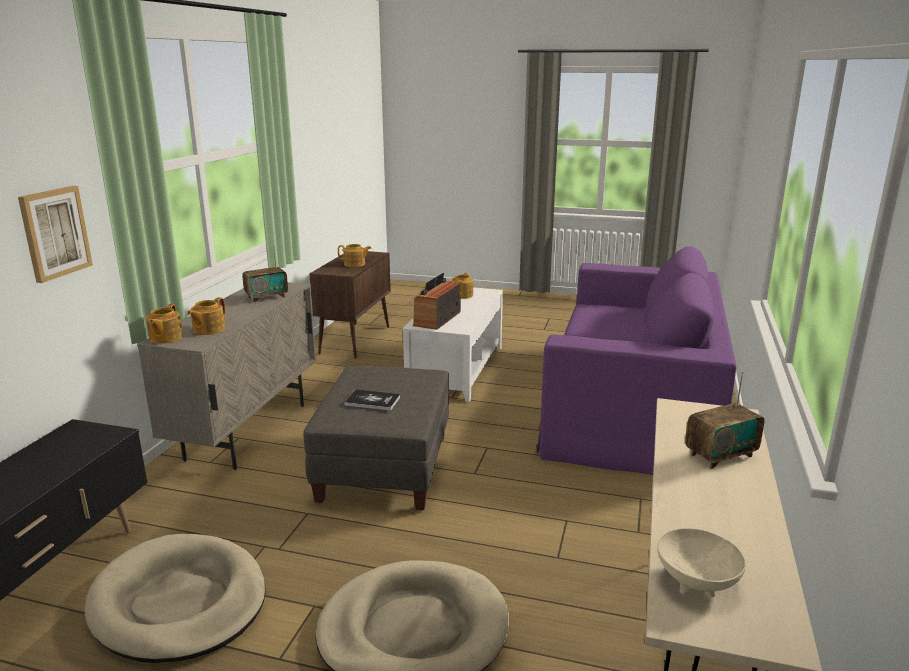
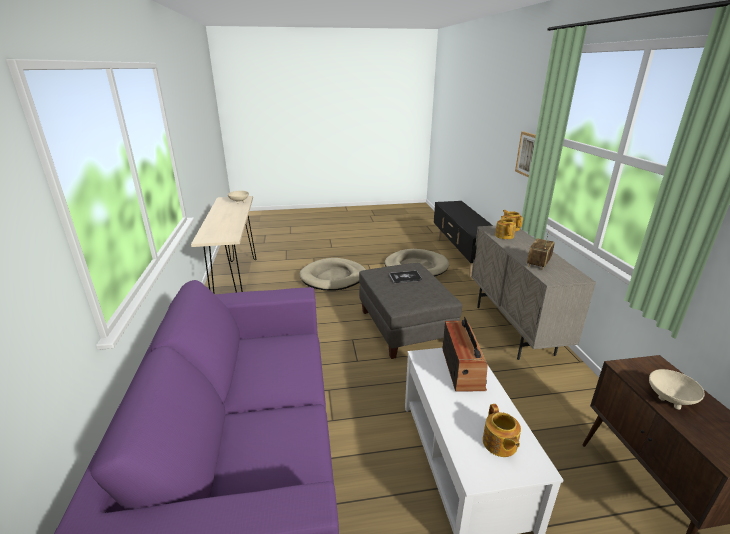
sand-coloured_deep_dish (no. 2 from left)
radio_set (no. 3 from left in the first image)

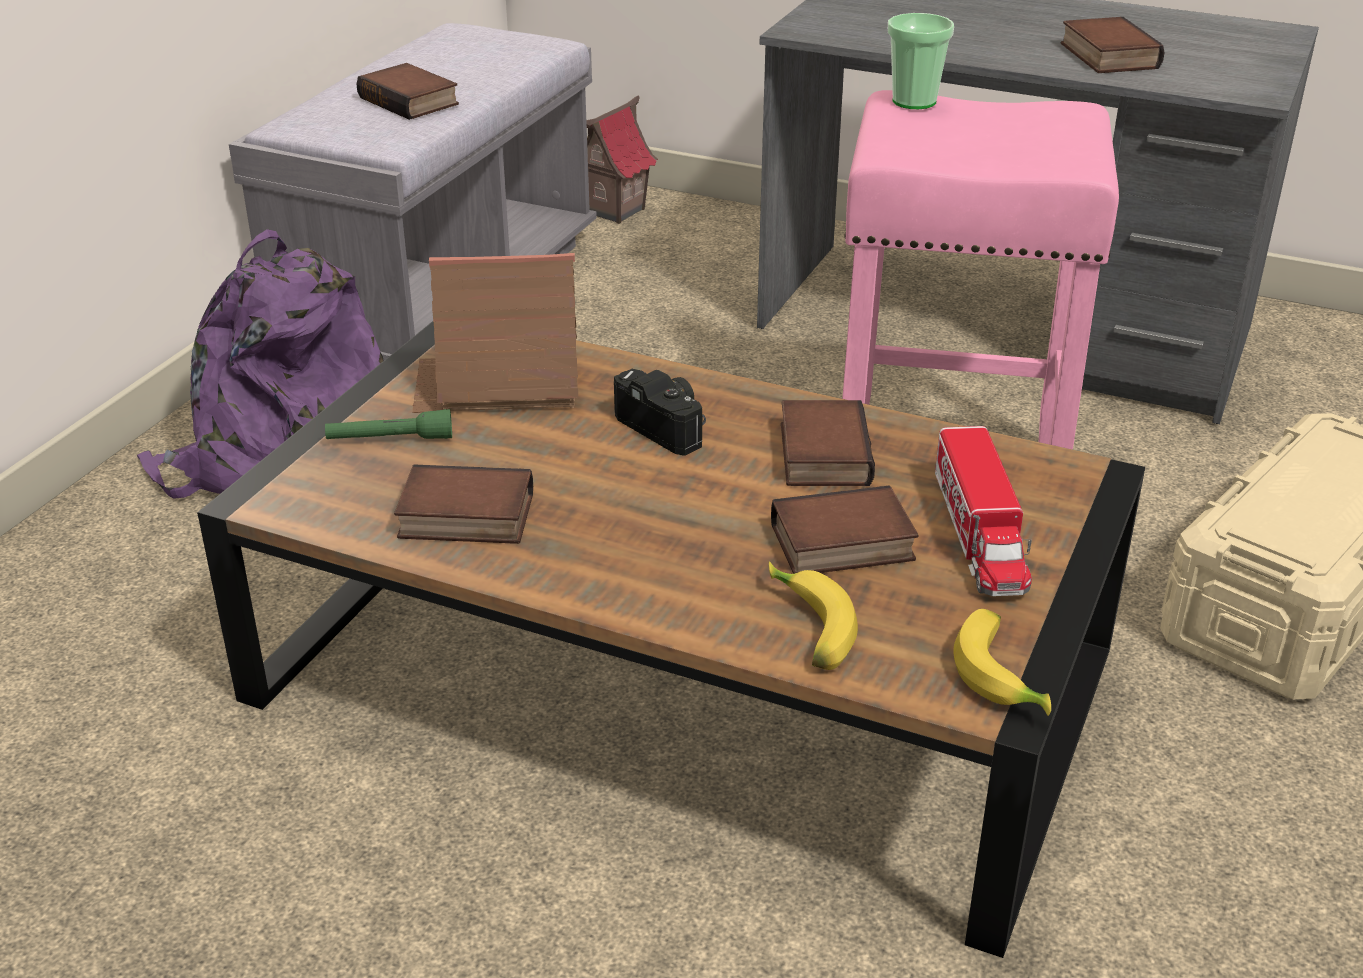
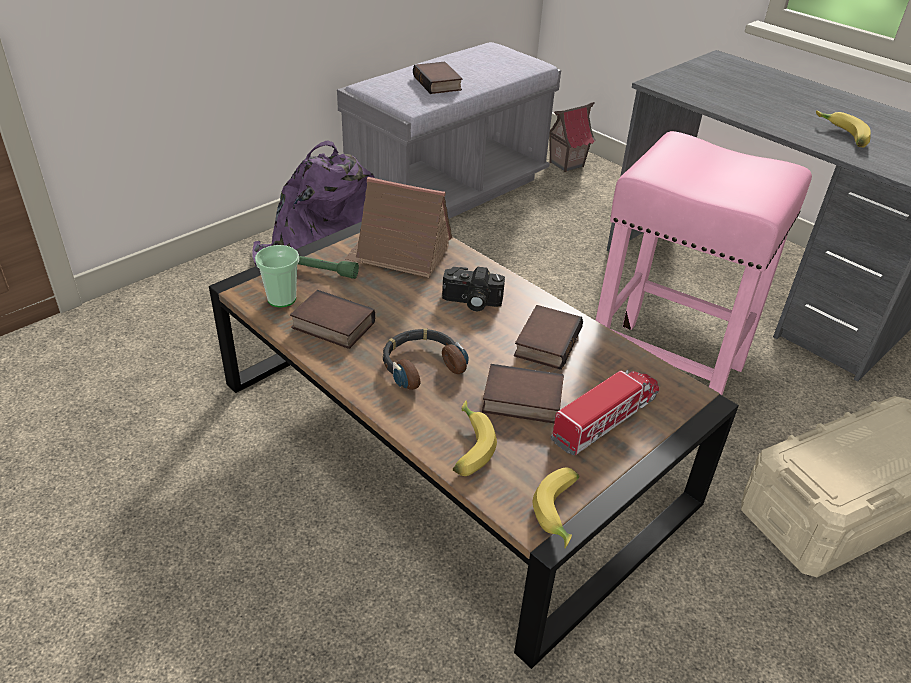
photo_camera
drinking_cup
toy_truck
banana_fruit (no. 3 from left)
headphones

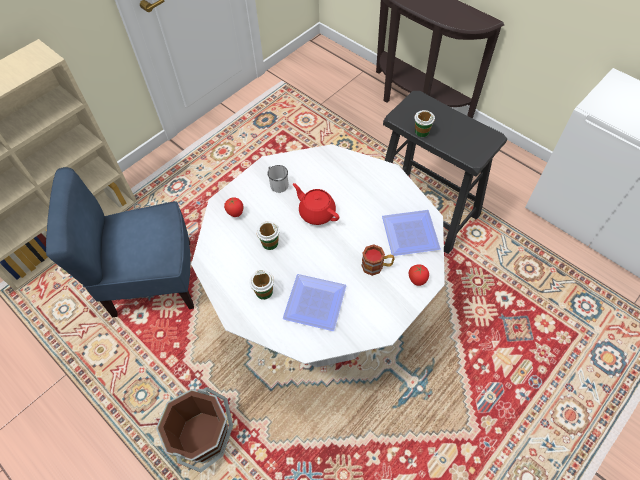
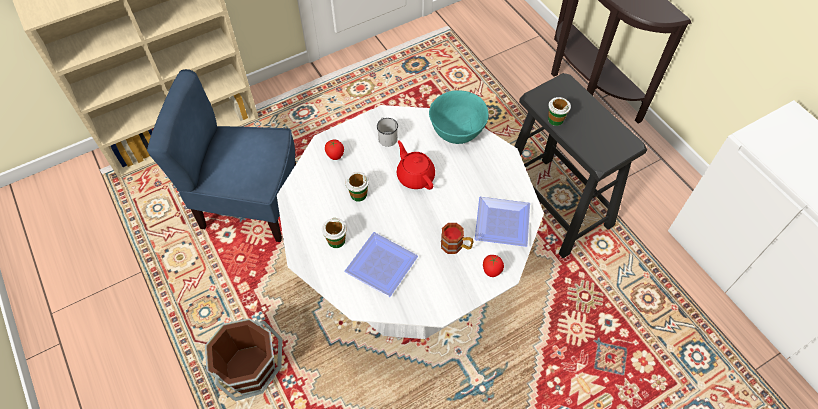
turquoise_deep_dish

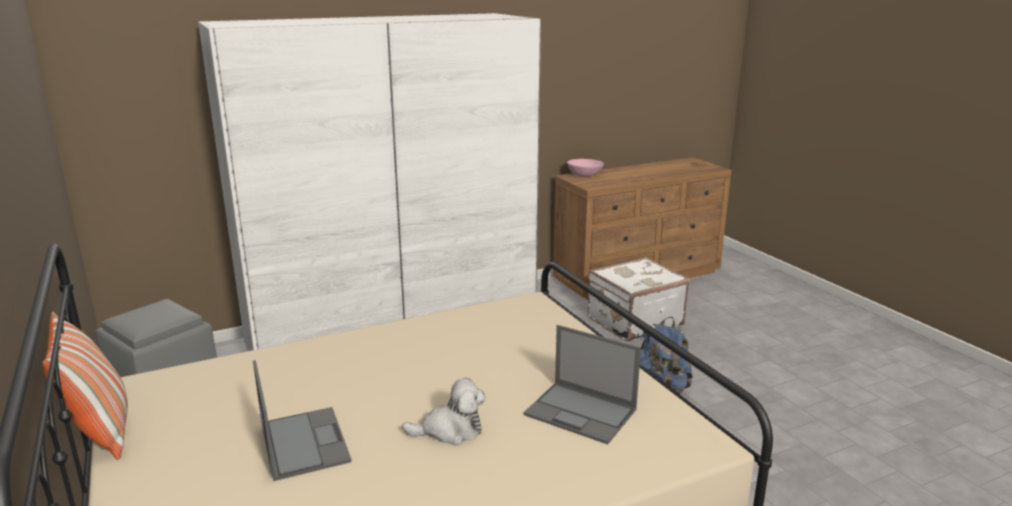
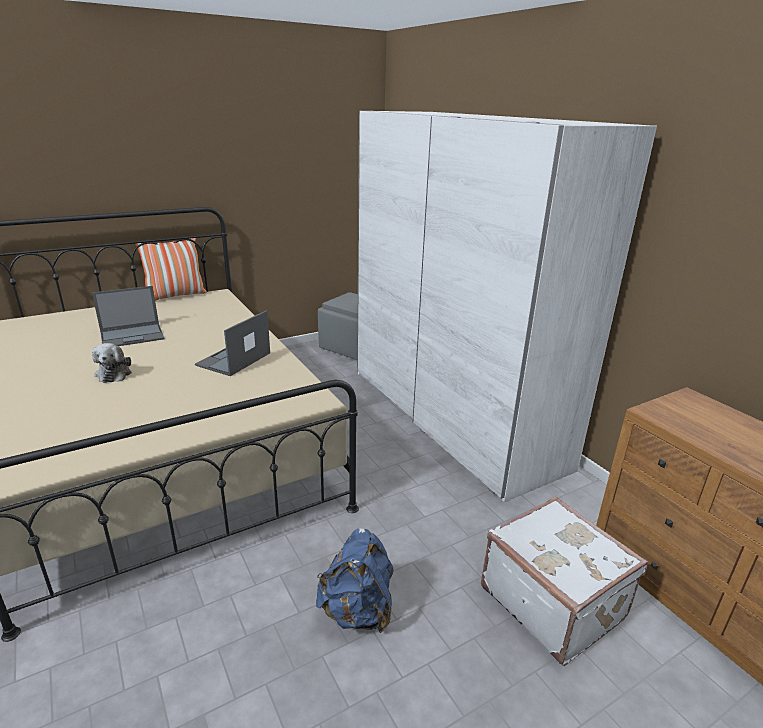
notebook_computer (no. 2 from left)
pink_deep_dish

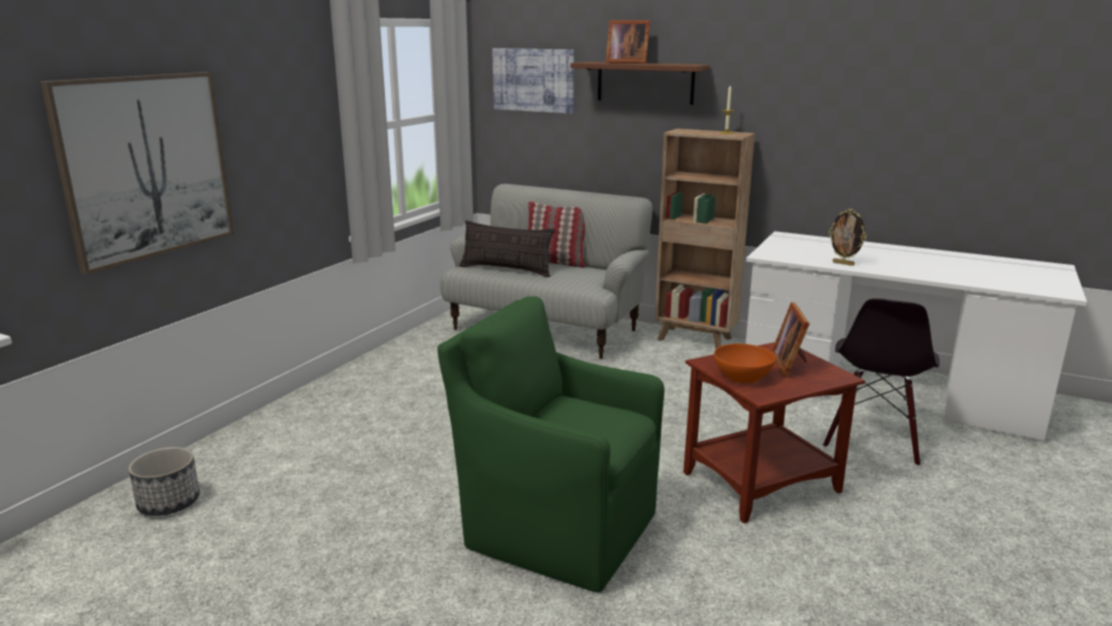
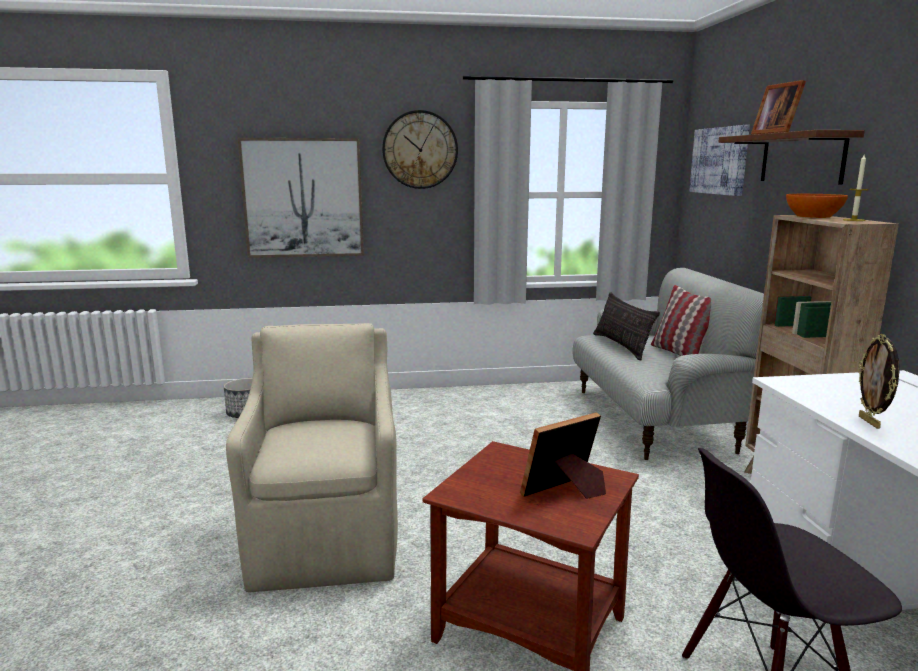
sand-coloured_lounge_chair
orangey_deep_dish
clock_on_the_wall

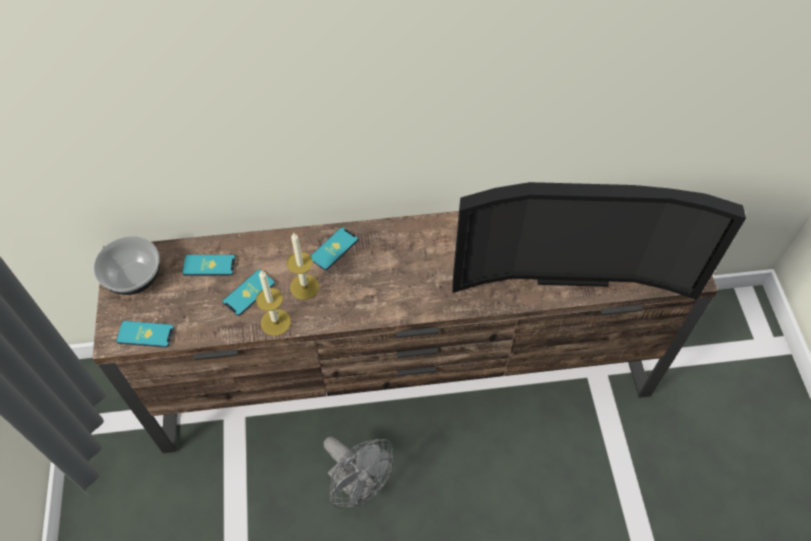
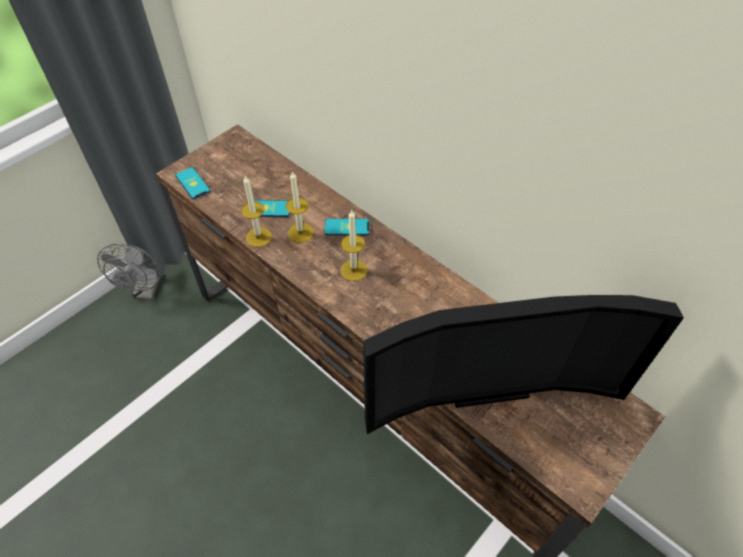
deep_dish
telephone (no. 2 from left in the first image)
greyish_cooling_fan
television
candle (no. 3 from left)

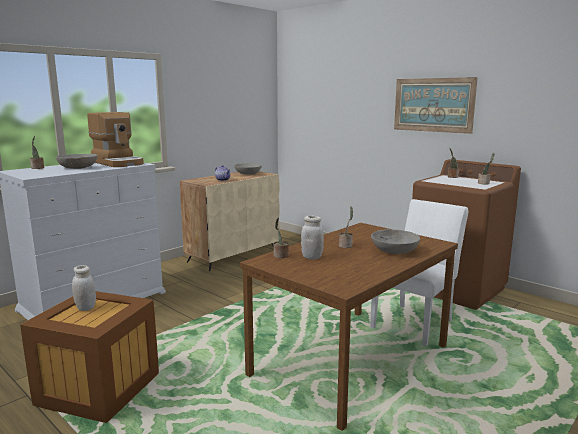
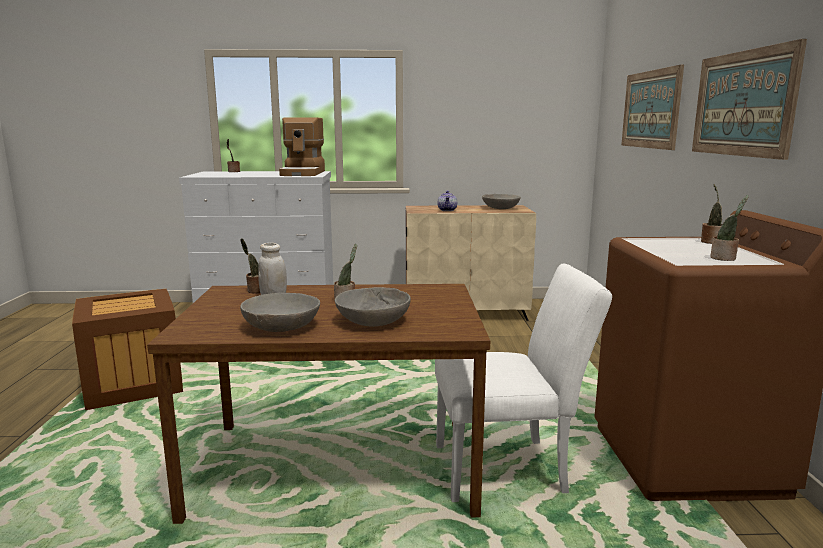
greyish_deep_dish (no. 1 from left)
white_preserve_jar (no. 1 from left in the first image)
wall_picture (no. 1 from left)

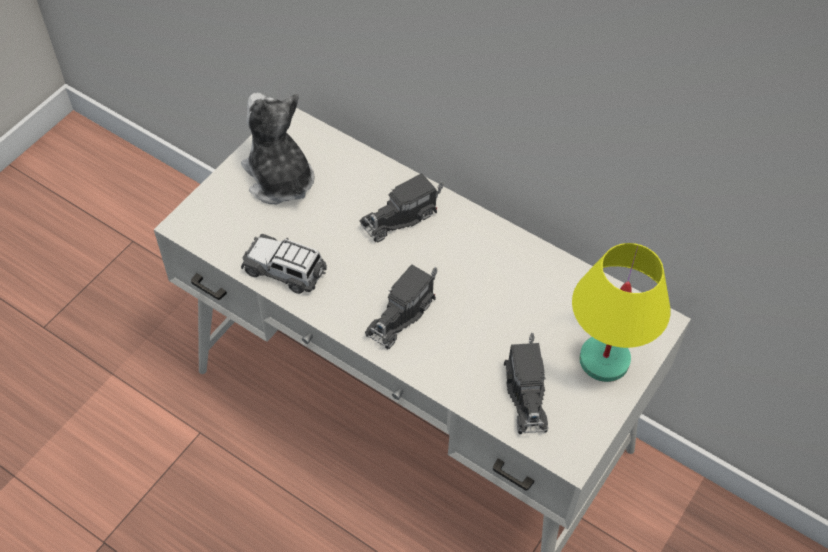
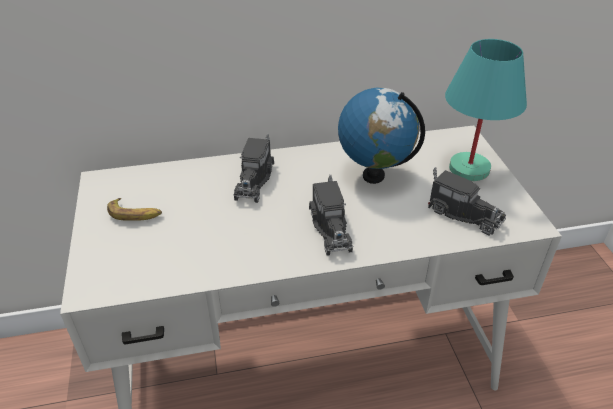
banana_fruit
model_car
turquoise_table_lamp
world_globe

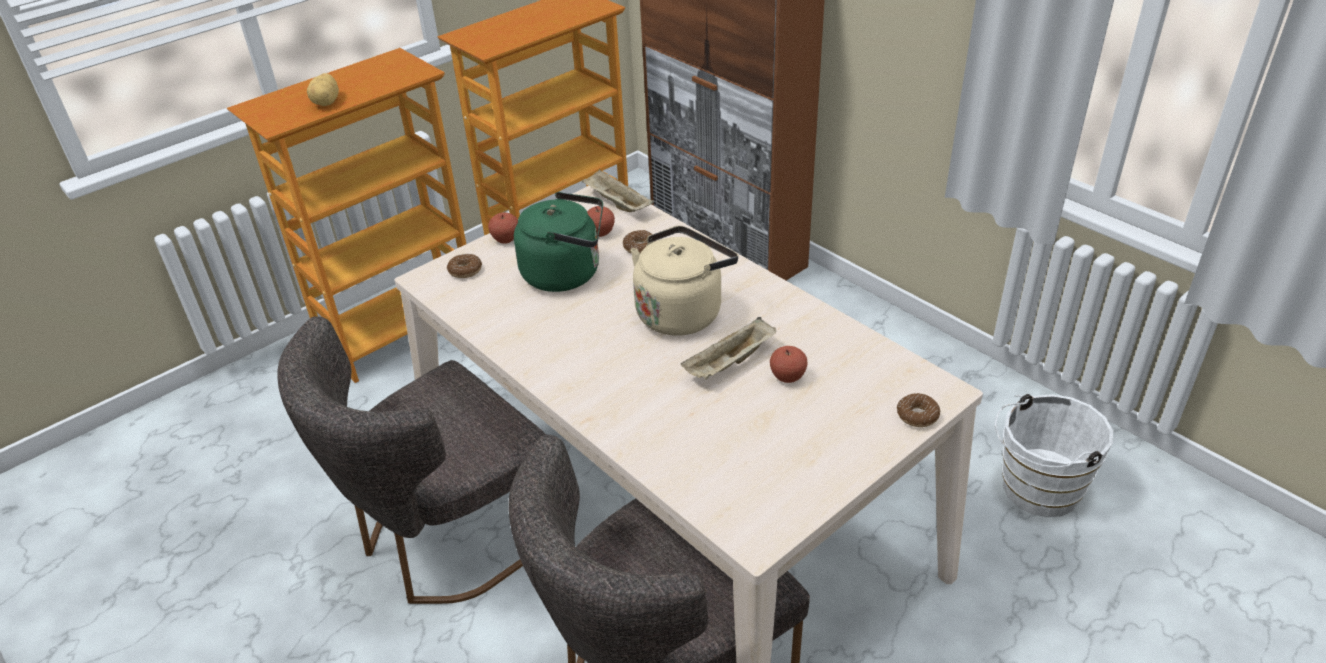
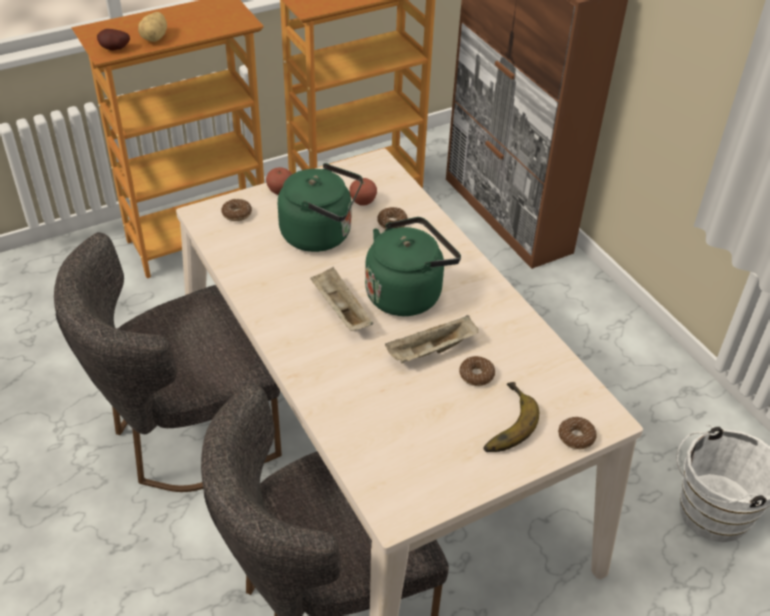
sand-coloured_tray (no. 1 from left)
greenish_water_kettle (no. 2 from left)
ring_doughnut (no. 3 from left)
spud (no. 1 from left)
banana_fruit

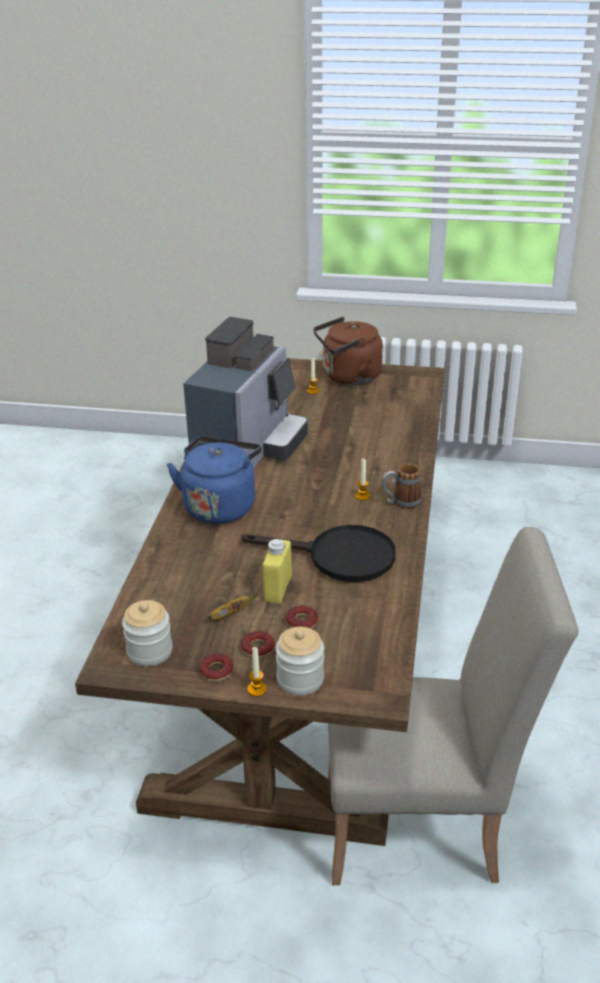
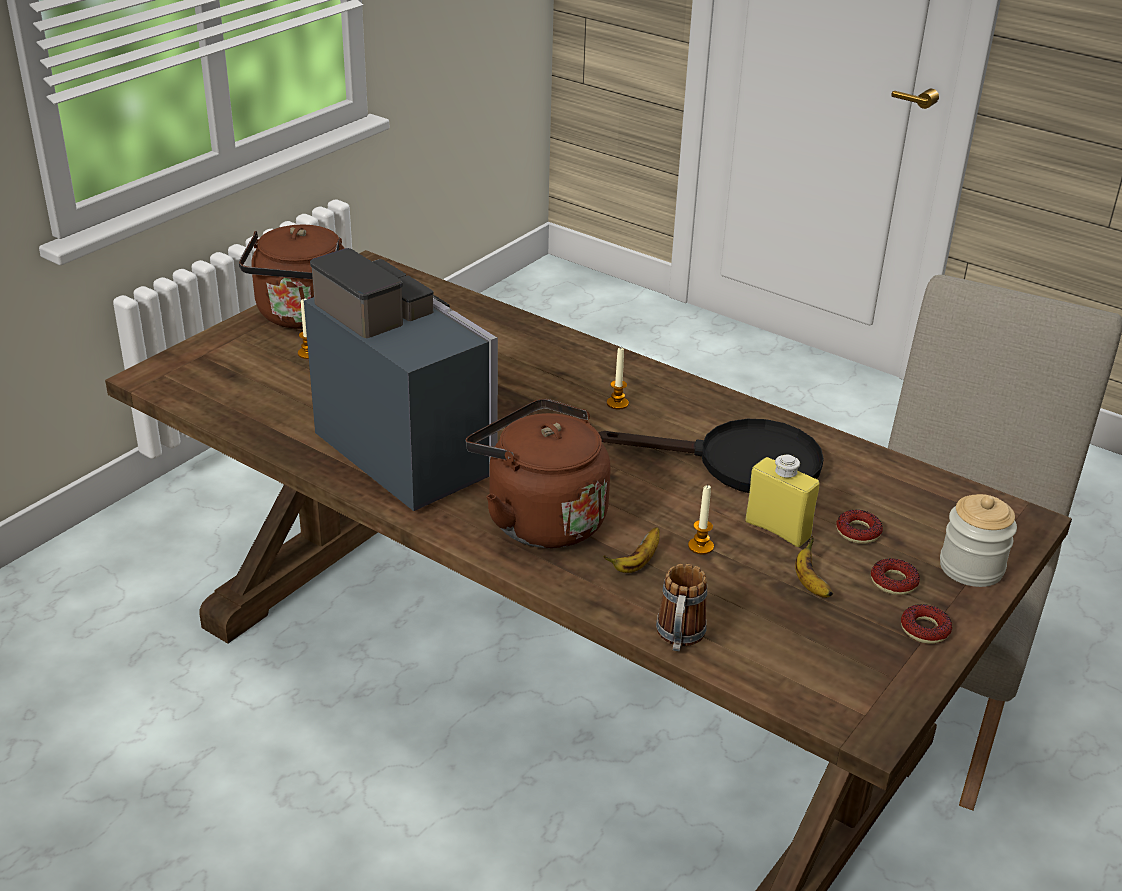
preserve_jar (no. 1 from left in the first image)
brown_water_kettle (no. 2 from left)
black-coloured_pan
candle (no. 3 from left)
coffee_mug
banana_fruit (no. 1 from left)

